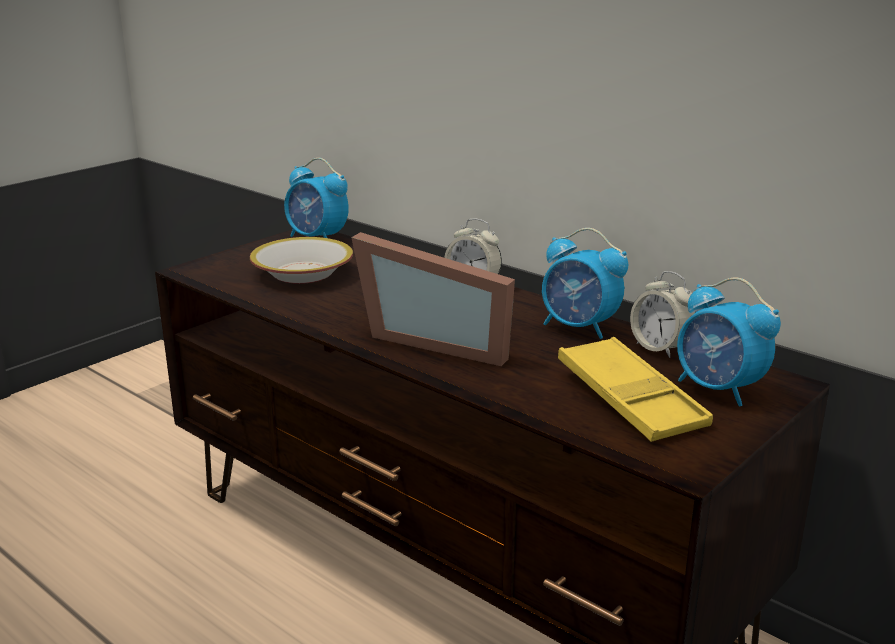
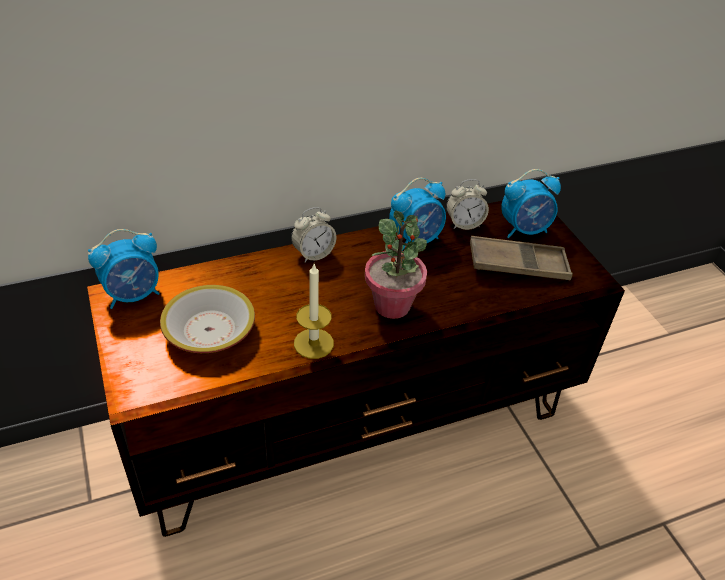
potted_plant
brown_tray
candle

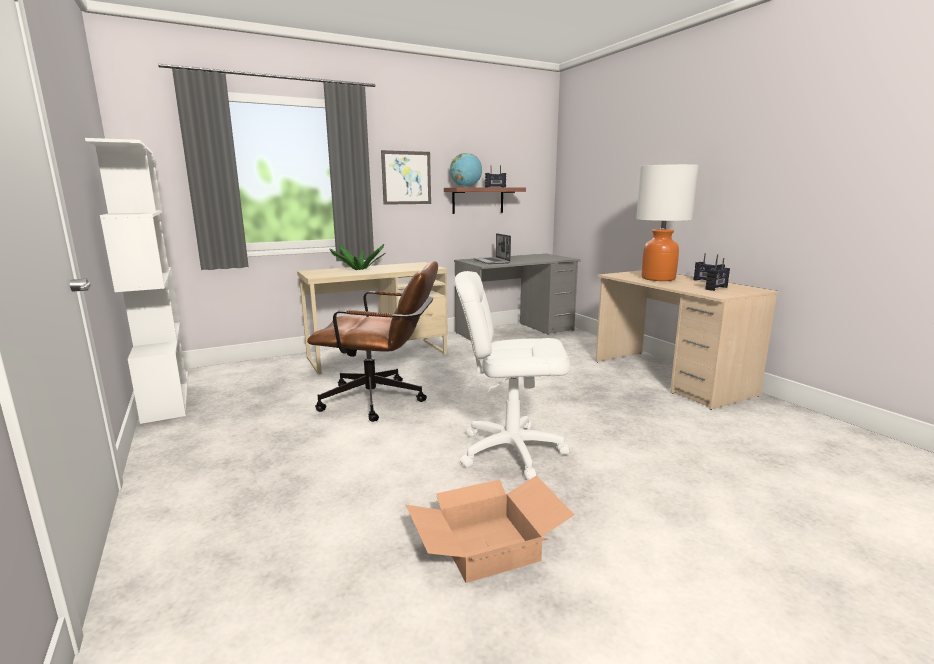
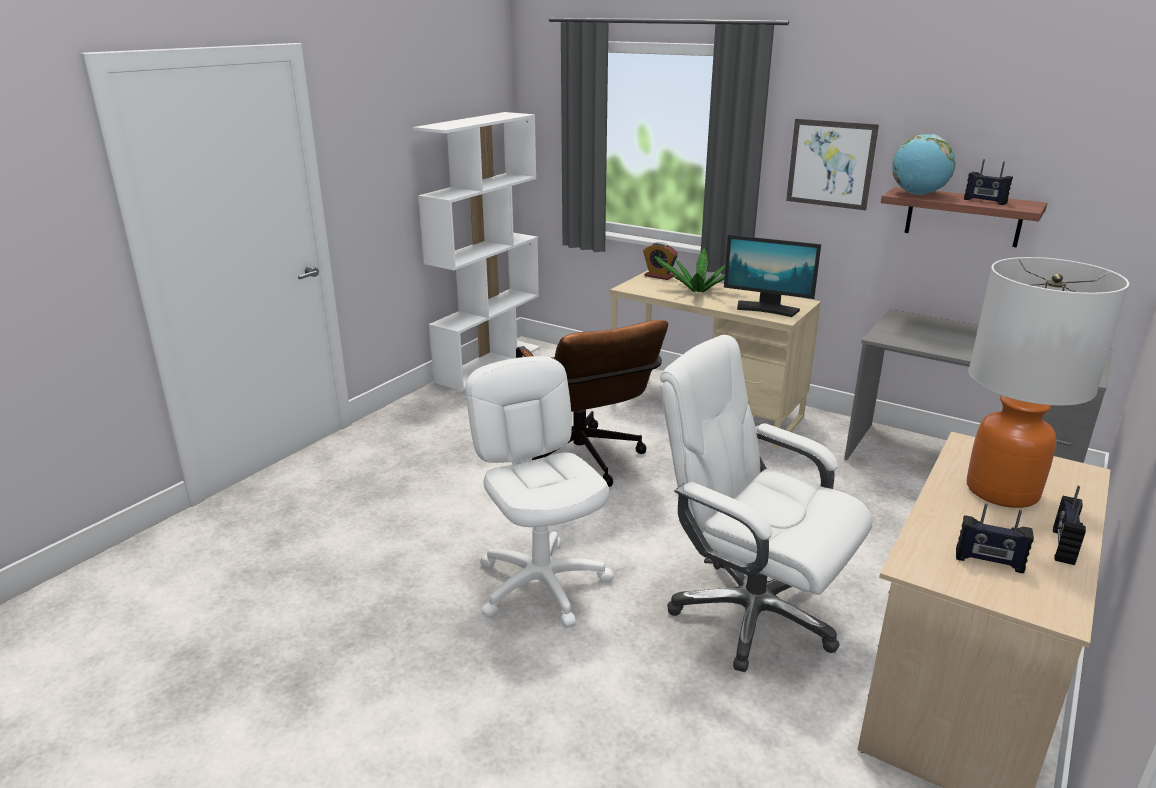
cardboard_box
notebook_computer
table_clock
white_computer_chair (no. 2 from left)
computer_screen

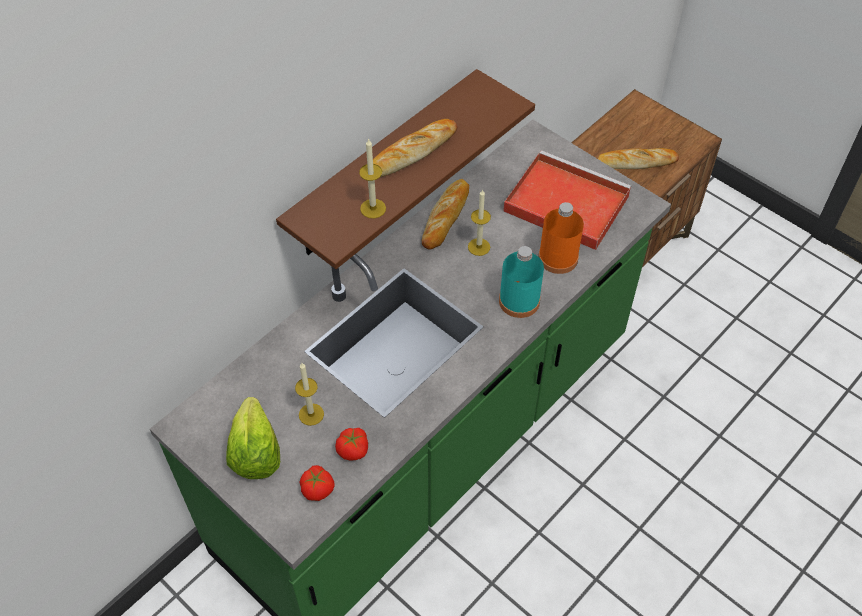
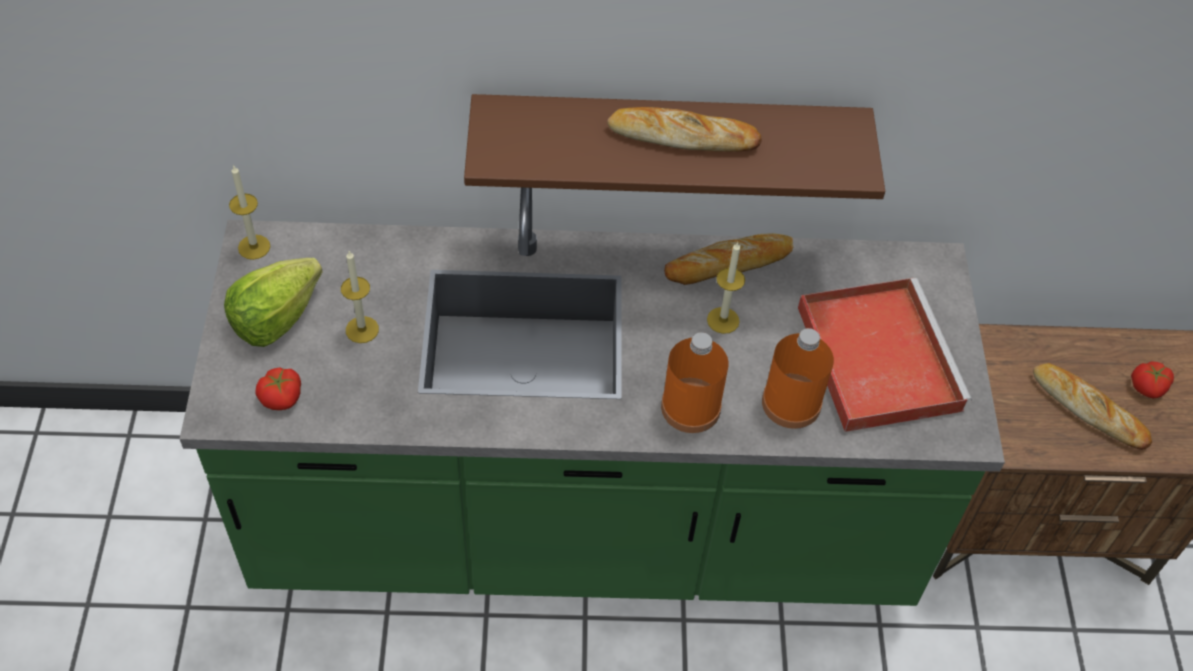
fresh_tomato (no. 2 from left)
candle (no. 1 from left)
orangey_bottle (no. 1 from left)

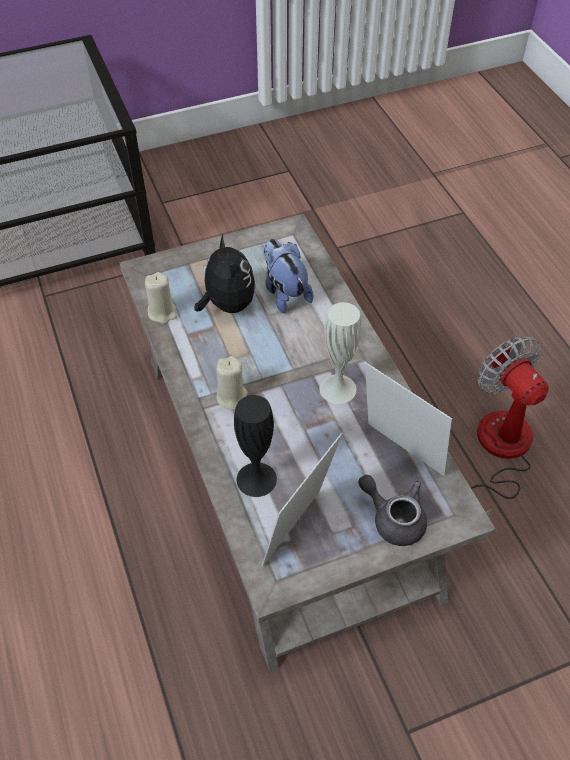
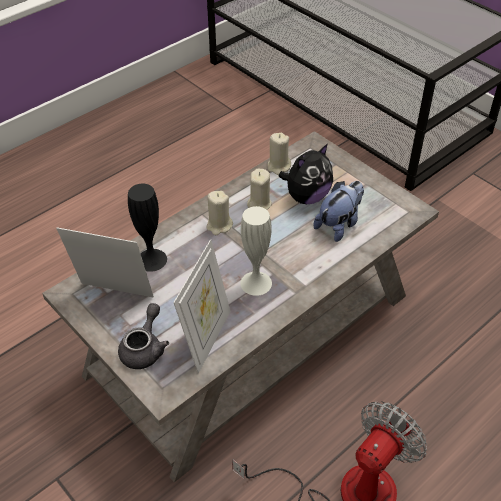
sand-coloured_candle (no. 2 from left)

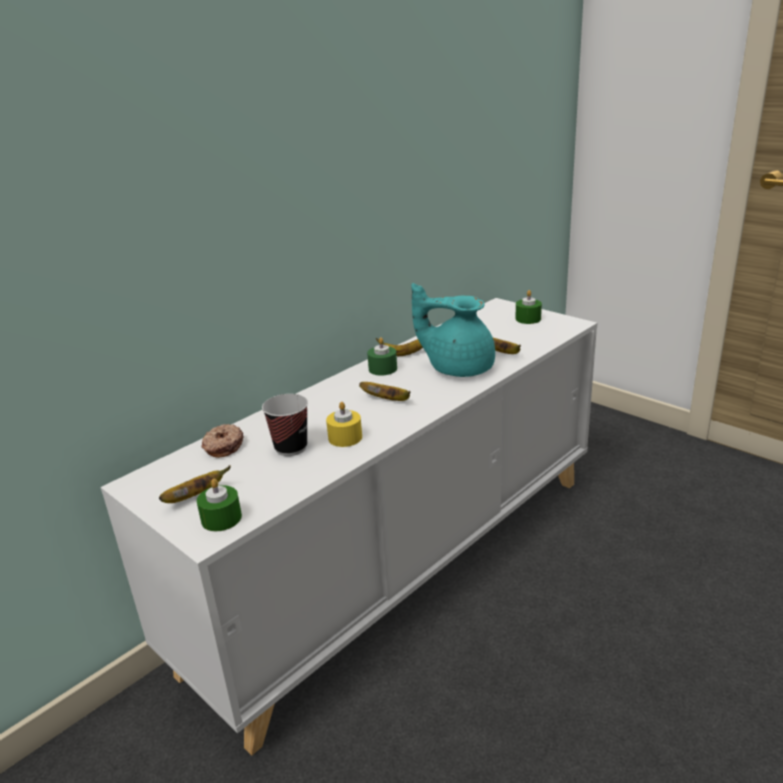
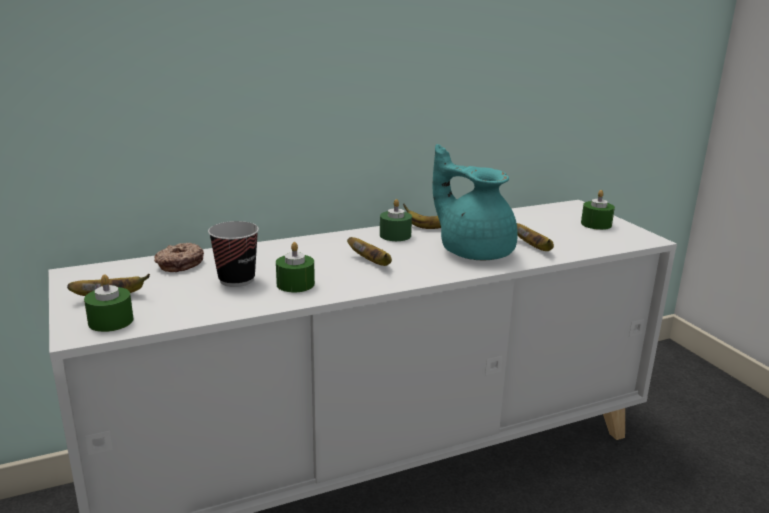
greenish_candle (no. 2 from left)

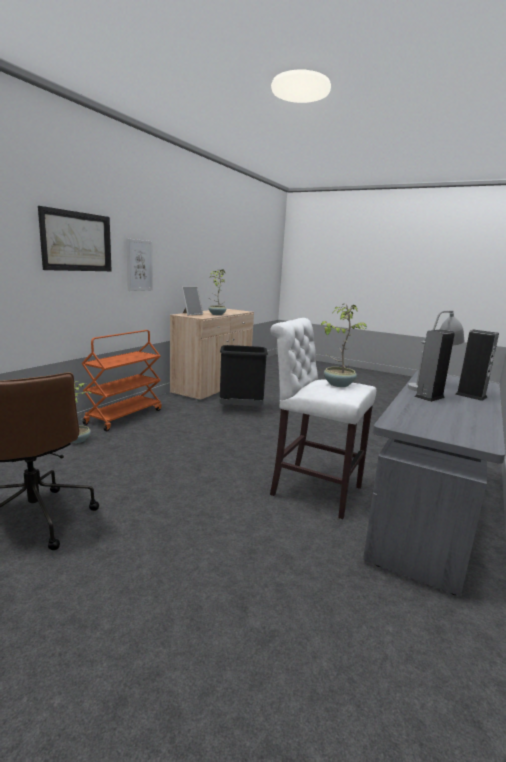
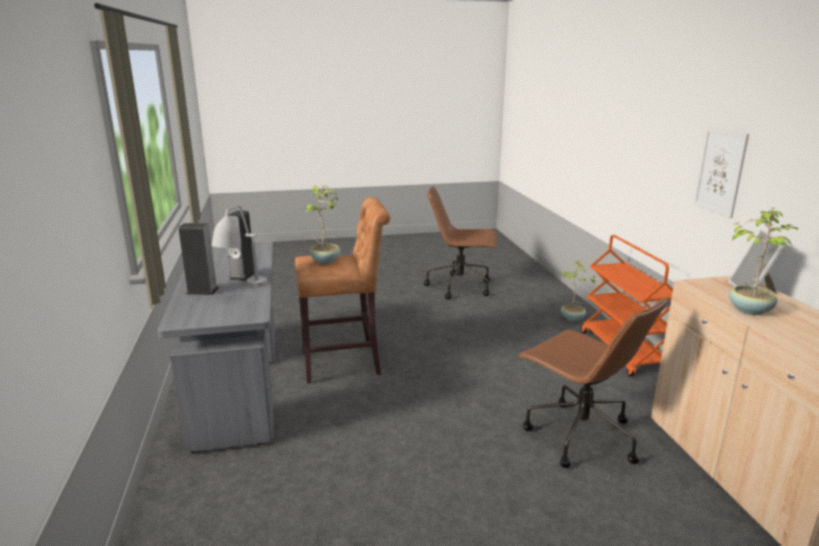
wall_picture (no. 1 from left in the first image)
brown_computer_chair (no. 2 from left)
brown_sitting_stool

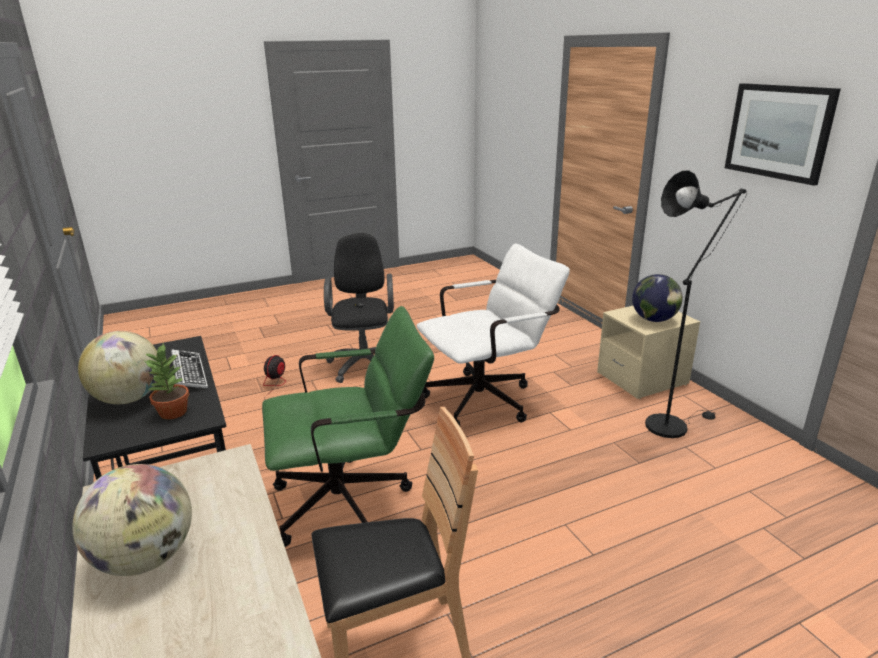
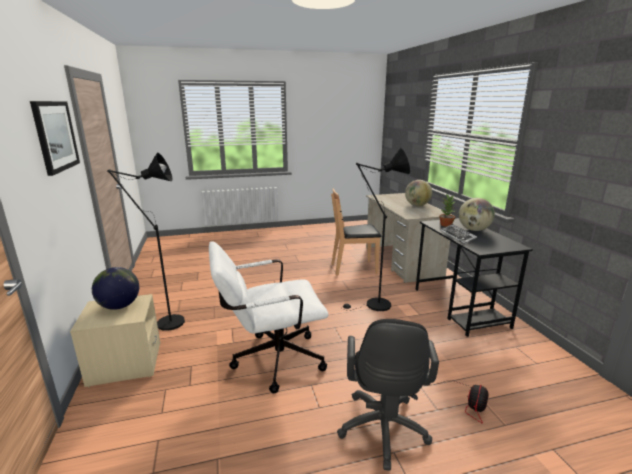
black-coloured_standard_lamp (no. 2 from left)

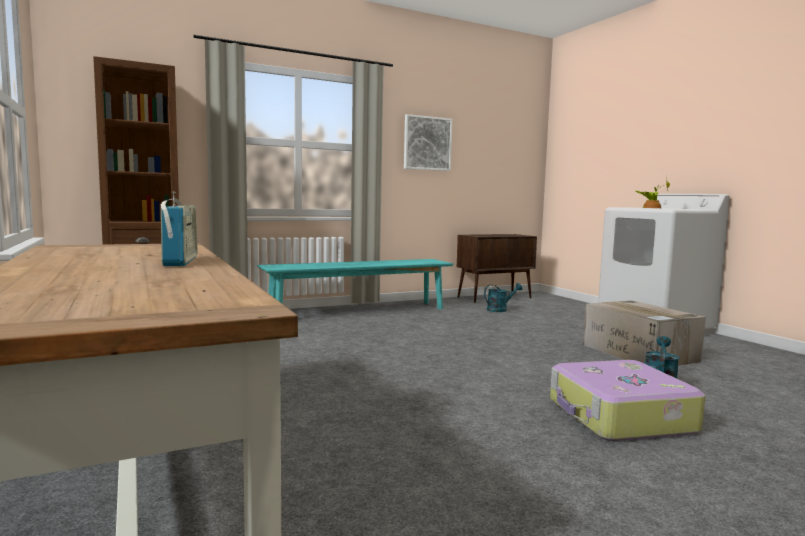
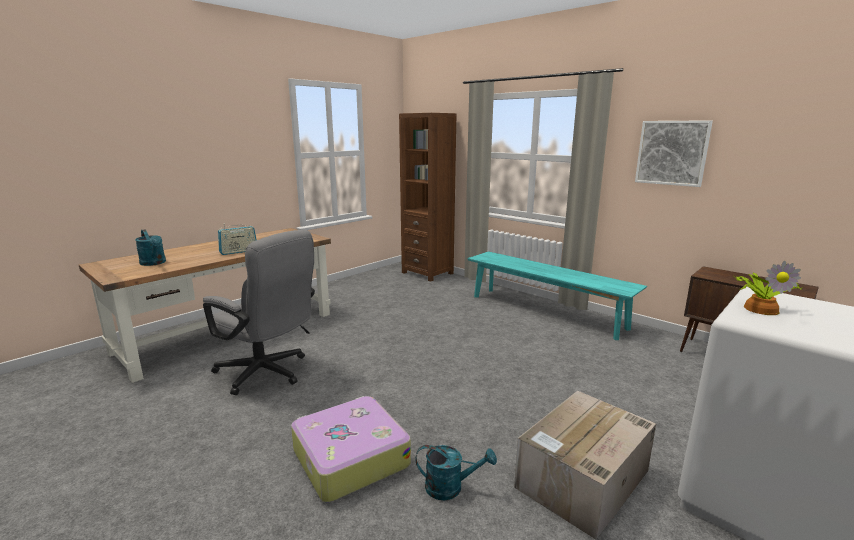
turquoise_watering_can (no. 1 from left)
greyish_computer_chair

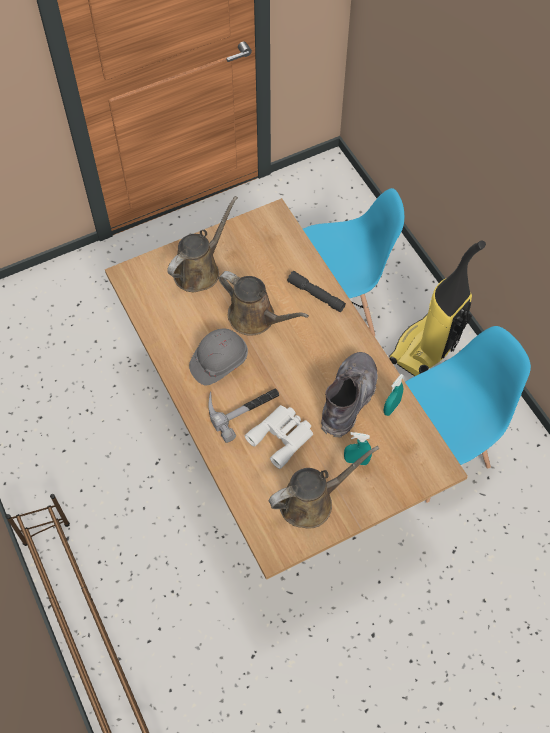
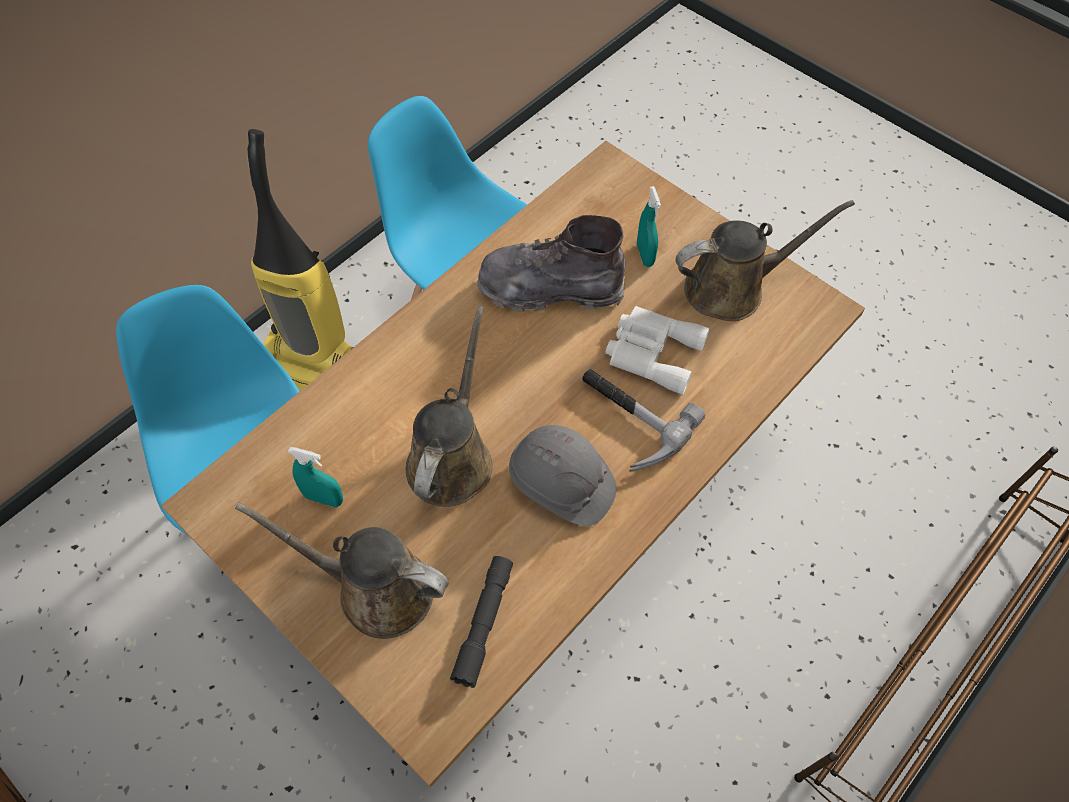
brown_watering_can (no. 3 from left)
greyish_hand_torch
turquoise_spray_bottle (no. 1 from left)

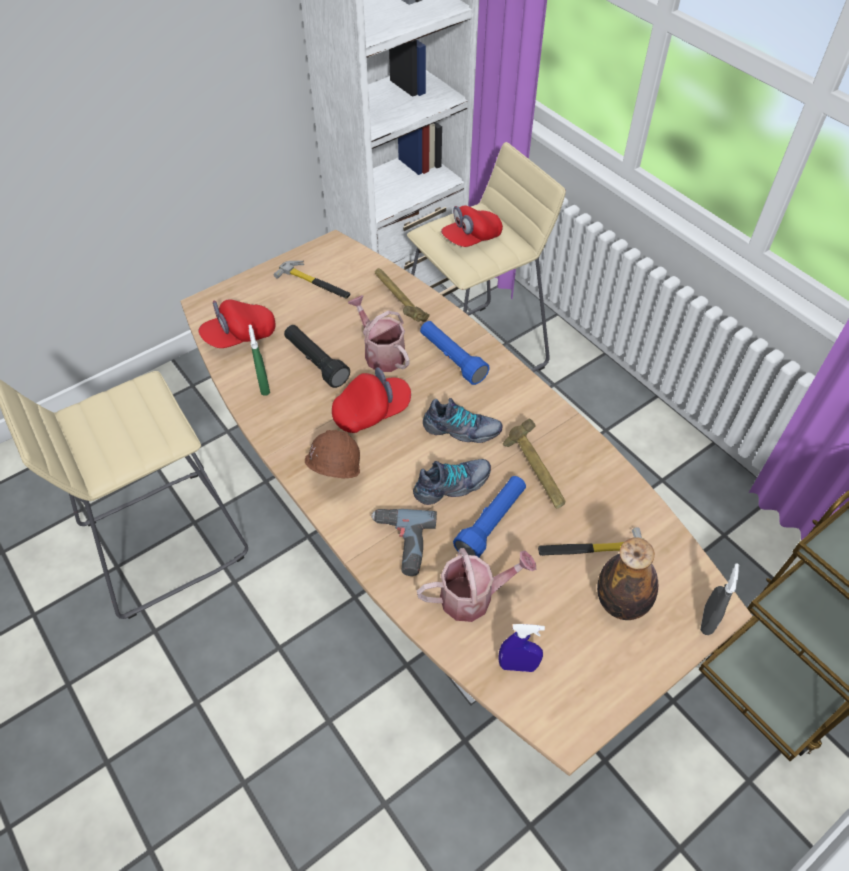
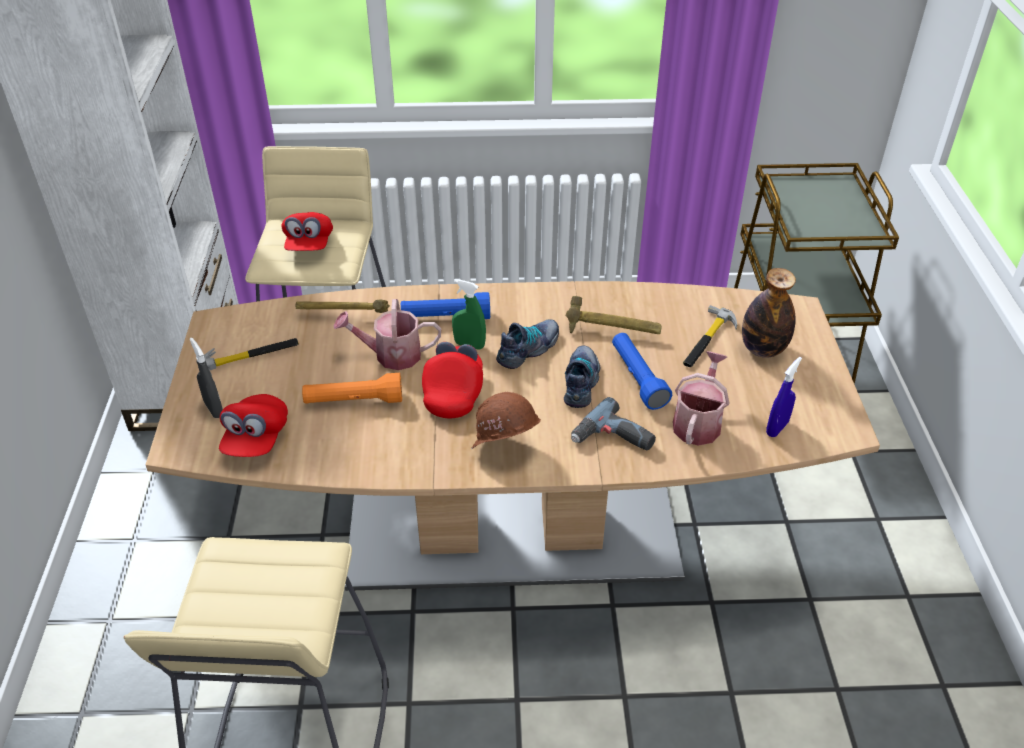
greenish_spray_bottle
orangey_hand_torch
greyish_spray_bottle

